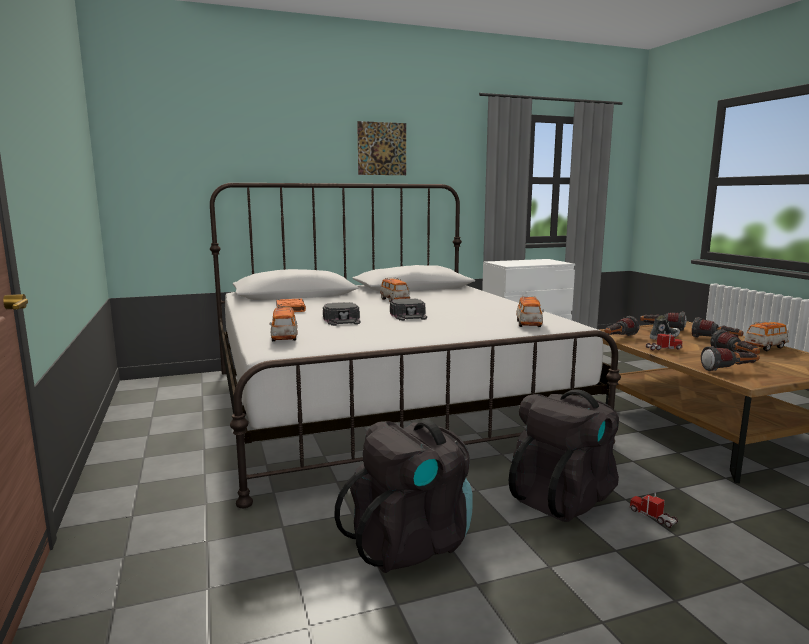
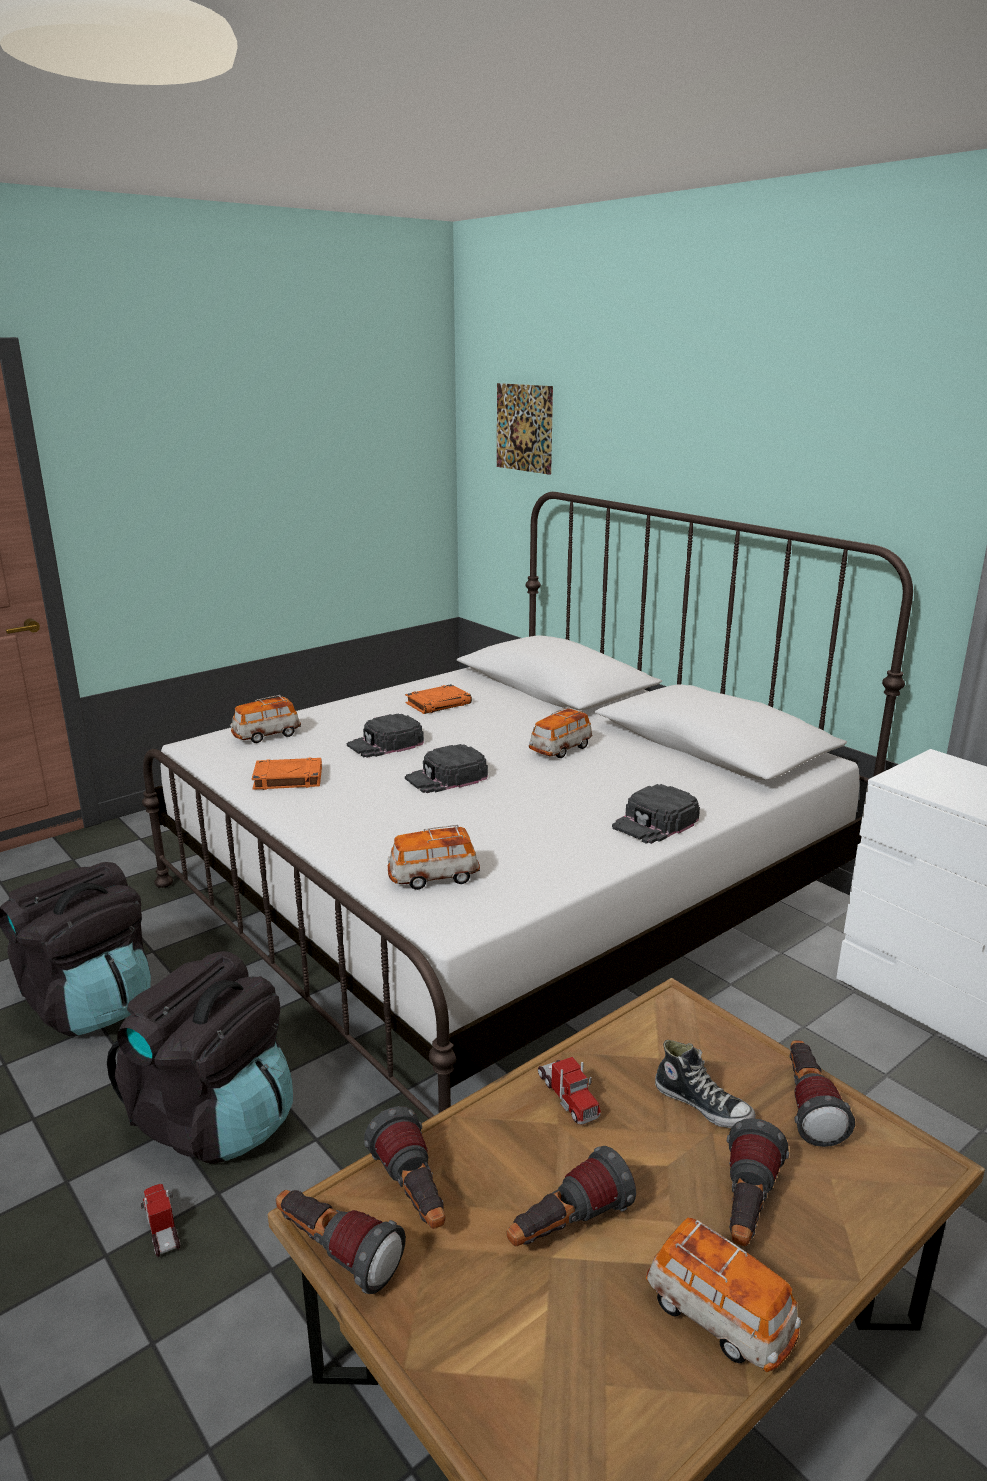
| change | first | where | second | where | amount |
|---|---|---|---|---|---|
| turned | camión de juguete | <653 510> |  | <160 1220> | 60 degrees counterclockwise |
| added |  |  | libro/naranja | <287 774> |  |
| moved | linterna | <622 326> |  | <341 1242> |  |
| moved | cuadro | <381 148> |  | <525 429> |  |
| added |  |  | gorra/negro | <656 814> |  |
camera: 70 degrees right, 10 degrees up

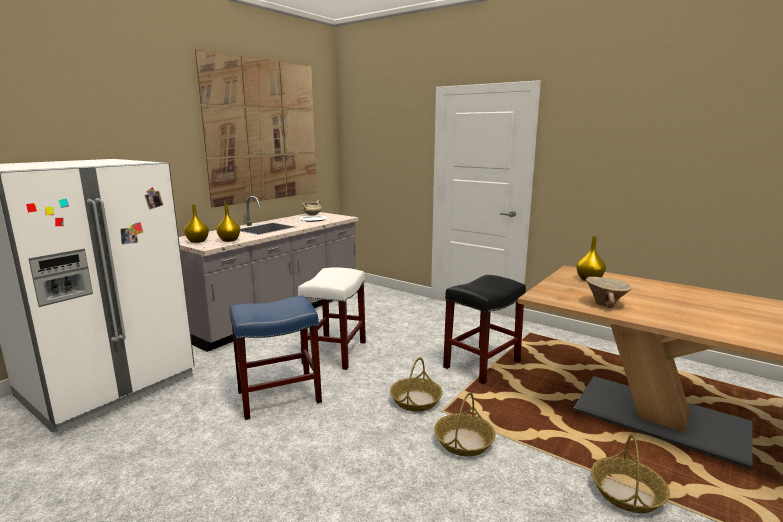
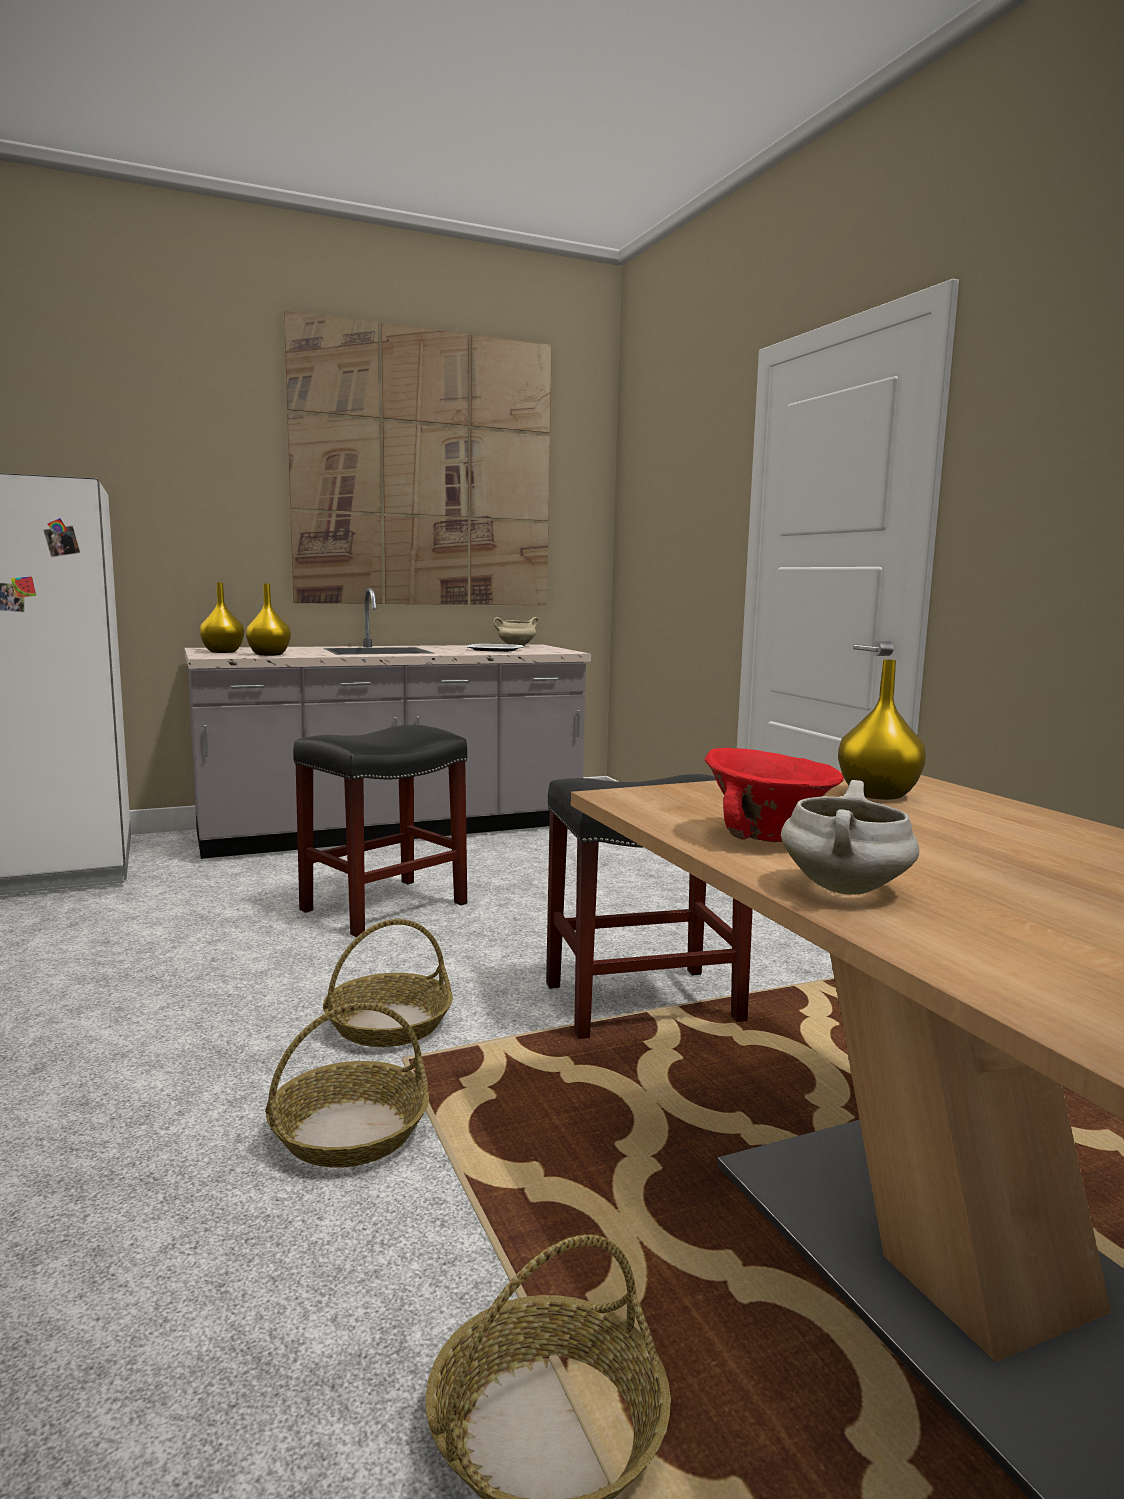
| change | first | where | second | where | amount |
|---|---|---|---|---|---|
| recoloured | taburete/blanco | <332 318> | taburete/negro | <380 831> |  |
| recoloured | cuenco/beis | <609 292> | cuenco/rojo | <774 795> |  |
| added |  |  | olla/blanco | <850 837> |  |
| removed | taburete/azul | <275 358> |  |  |  |
camera: 30 degrees right, 5 degrees down

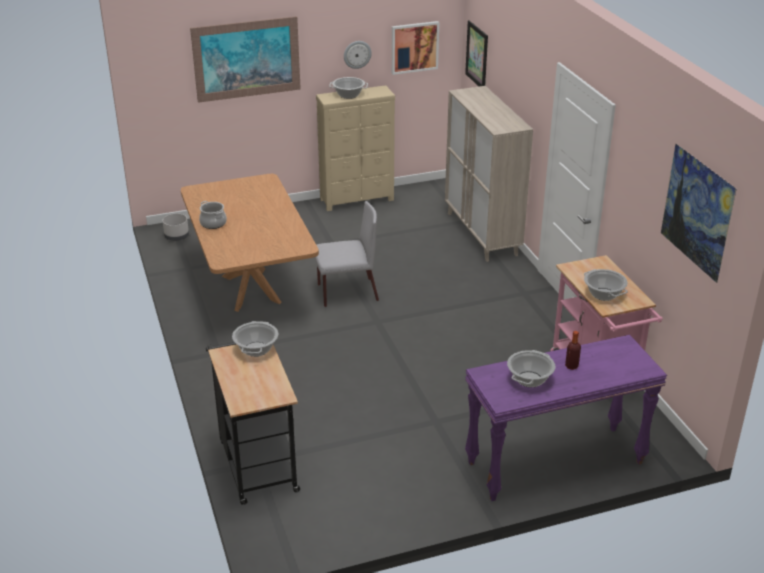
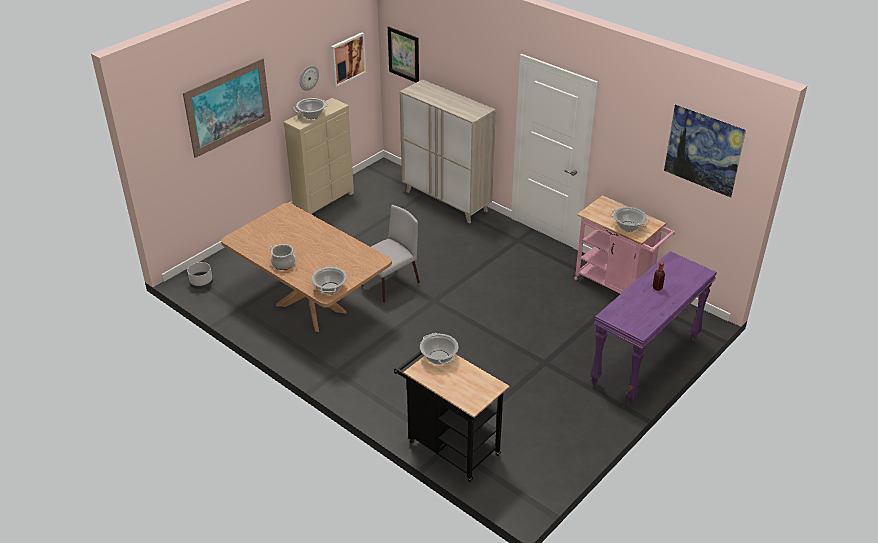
| change | first | where | second | where | amount |
|---|---|---|---|---|---|
| moved | olla | <531 368> |  | <329 280> |  |
camera: 30 degrees left, 5 degrees up

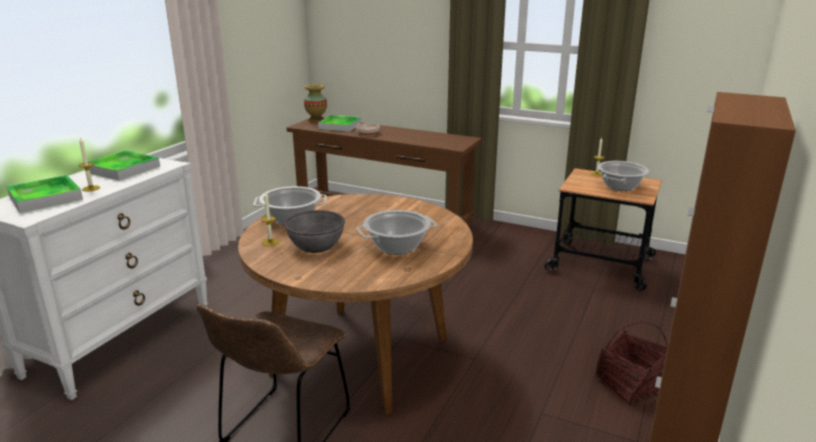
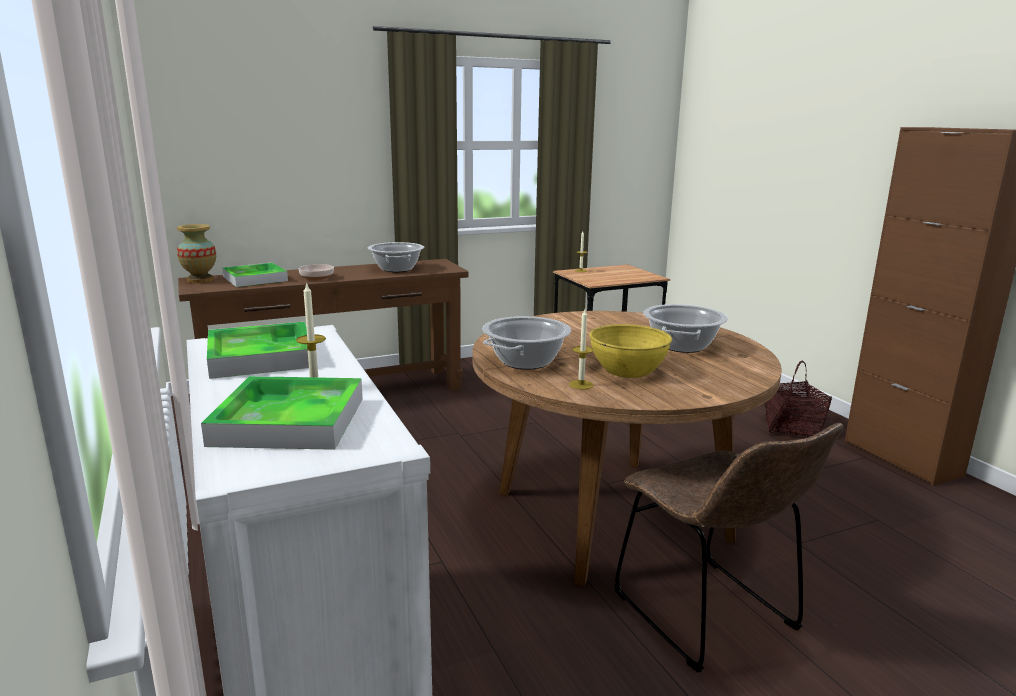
| change | first | where | second | where | amount |
|---|---|---|---|---|---|
| moved | olla | <623 176> |  | <396 257> |  |
| recoloured | cuenco/gris | <314 231> | cuenco/amarillo | <630 351> |  |
camera: 50 degrees left, 5 degrees down

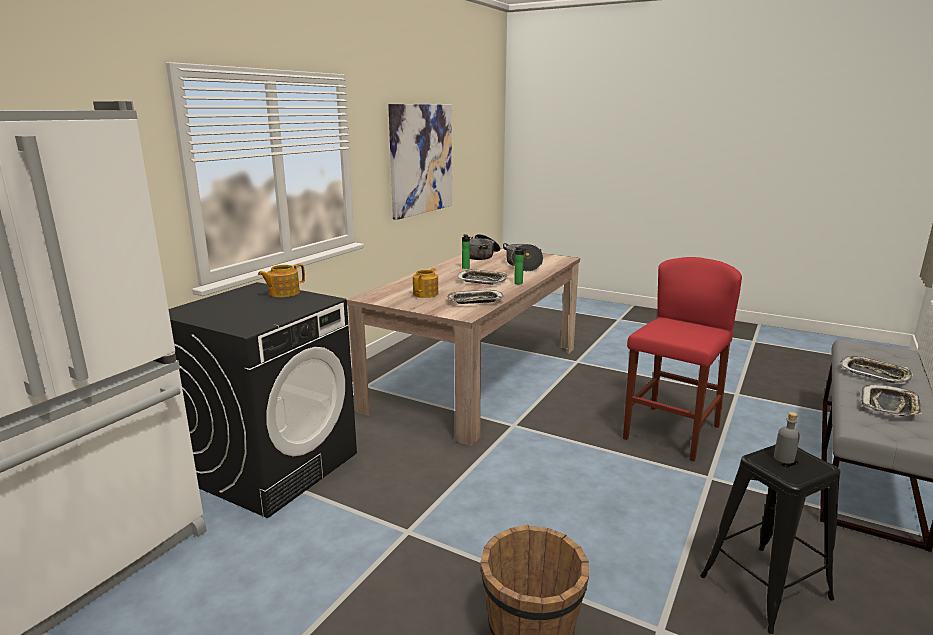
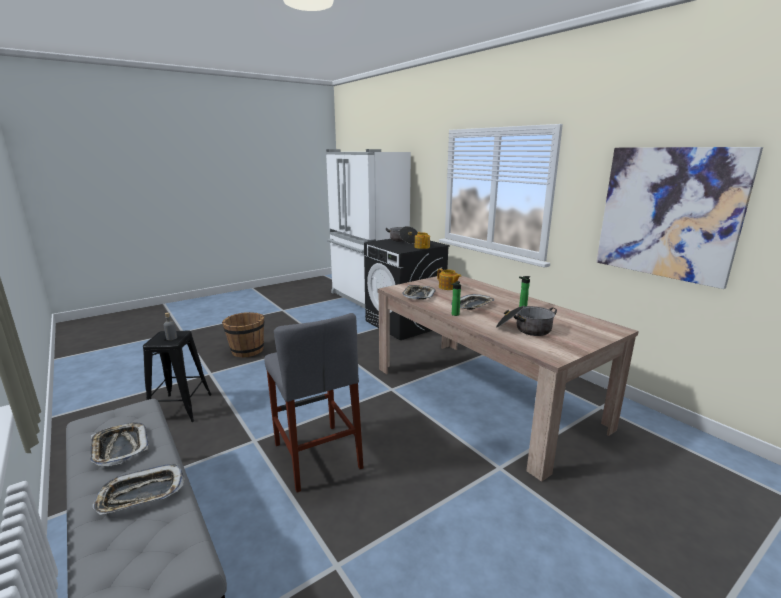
| change | first | where | second | where | amount |
|---|---|---|---|---|---|
| recoloured | taburete/rojo | <682 359> | taburete/gris | <314 403> |  |
| moved | olla | <484 247> |  | <402 235> |  |
camera: 115 degrees right, 0 degrees up

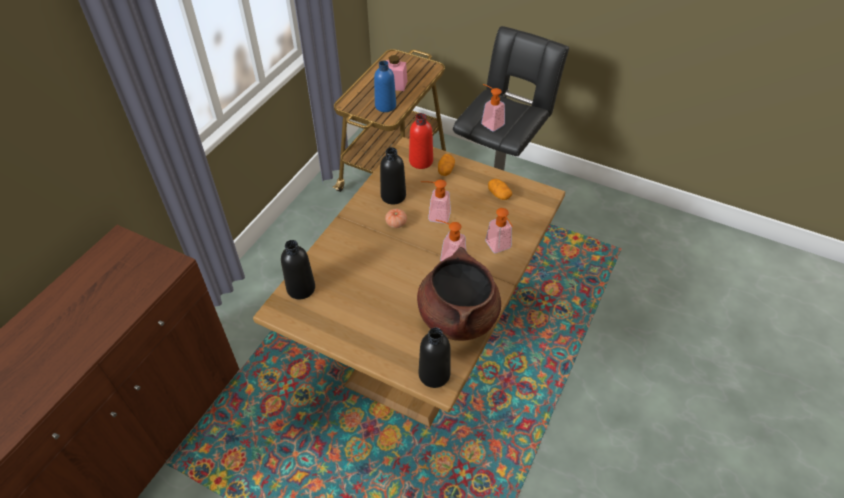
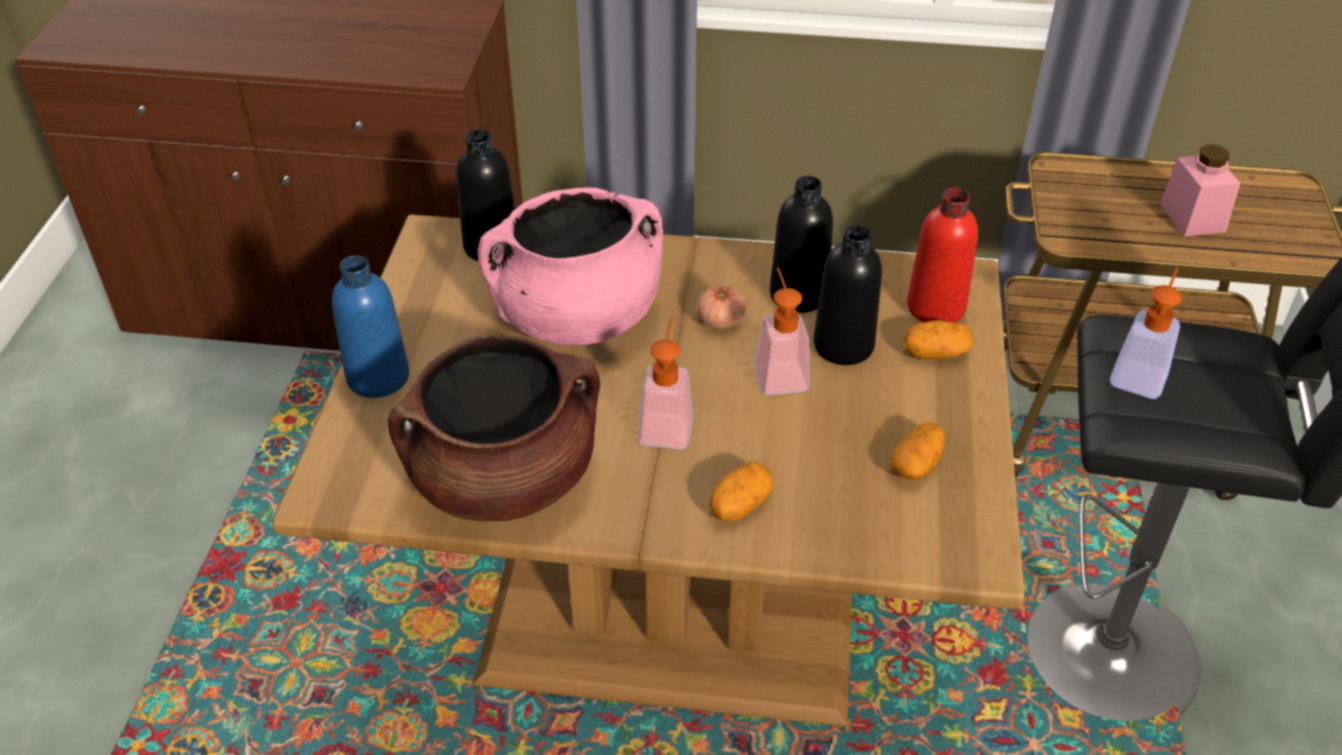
| change | first | where | second | where | amount |
|---|---|---|---|---|---|
| moved | botella/azul | <385 86> |  | <370 326> |  |
| added |  |  | olla/rosa | <570 266> |  |
| replaced | dispensador de jabón | <499 230> | patata | <741 491> |  |
| moved | botella/negro | <435 357> |  | <847 295> |  |
camera: 70 degrees right, 5 degrees down

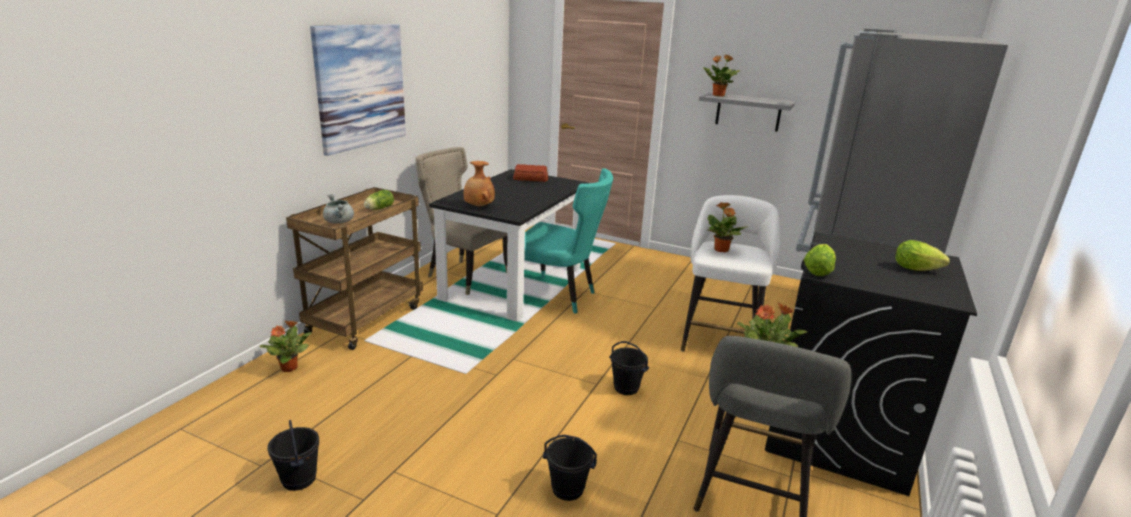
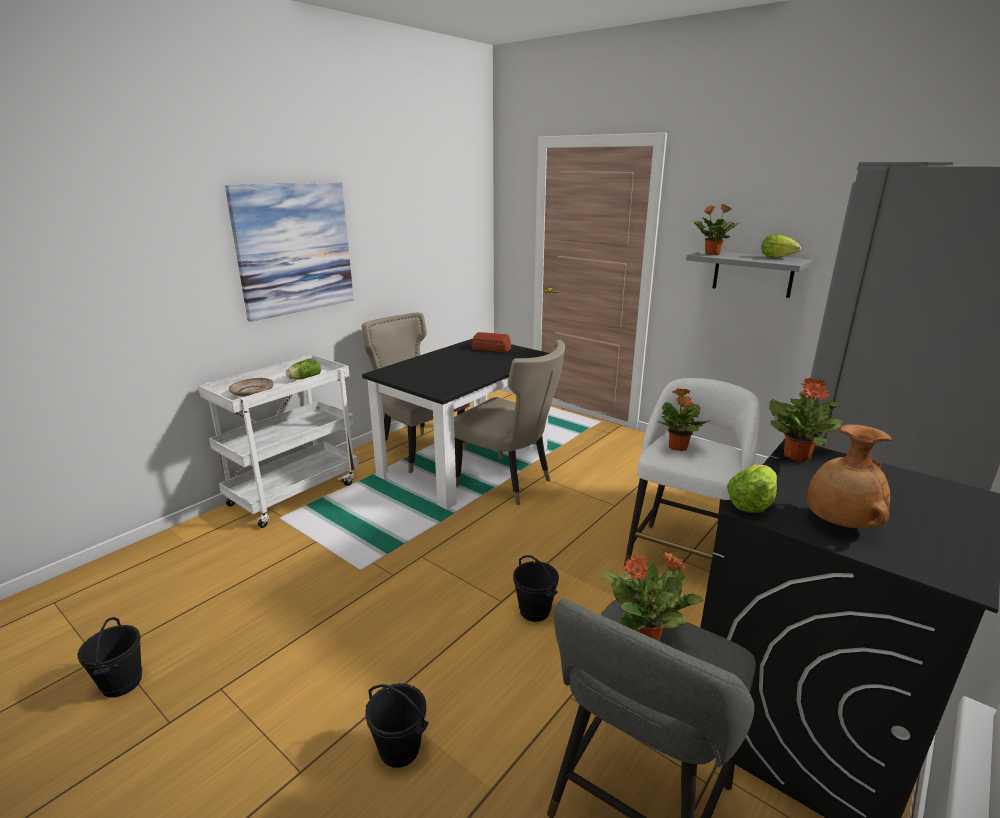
| change | first | where | second | where | amount |
|---|---|---|---|---|---|
| recoloured | carrito/marrón | <354 268> | carrito/blanco | <278 441> |  |
| replaced | olla/gris | <338 209> | plato/beis | <251 387> |  |
| recoloured | silla/turquesa | <568 241> | silla/beis | <509 422> |  |
| moved | lechuga | <922 255> |  | <781 246> |  |
| moved | planta en maceta | <285 346> |  | <805 420> |  |
| moved | florero/marrón | <479 184> |  | <849 476> |  |
camera: 15 degrees right, 0 degrees up

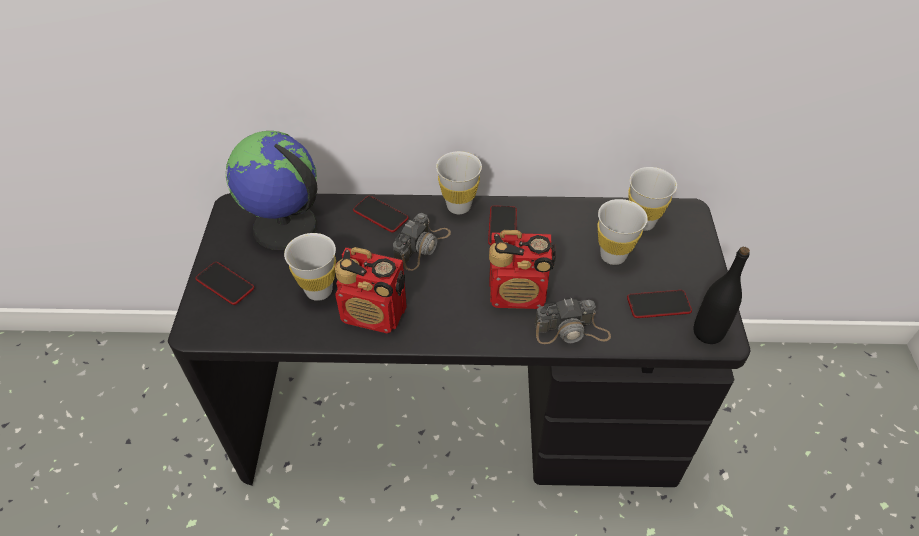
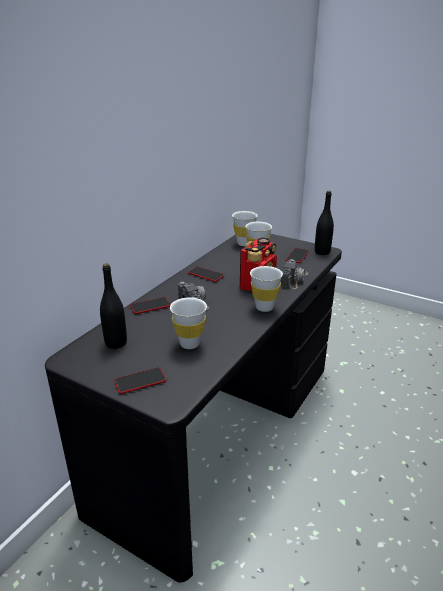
| change | first | where | second | where | amount |
|---|---|---|---|---|---|
| replaced | globo terráqueo | <272 190> | botella/negro | <113 306> |  |
| moved | taza/blanco | <459 182> |  | <266 289> |  |
| removed | radio | <371 290> |  |  |  |
camera: 60 degrees left, 20 degrees down

